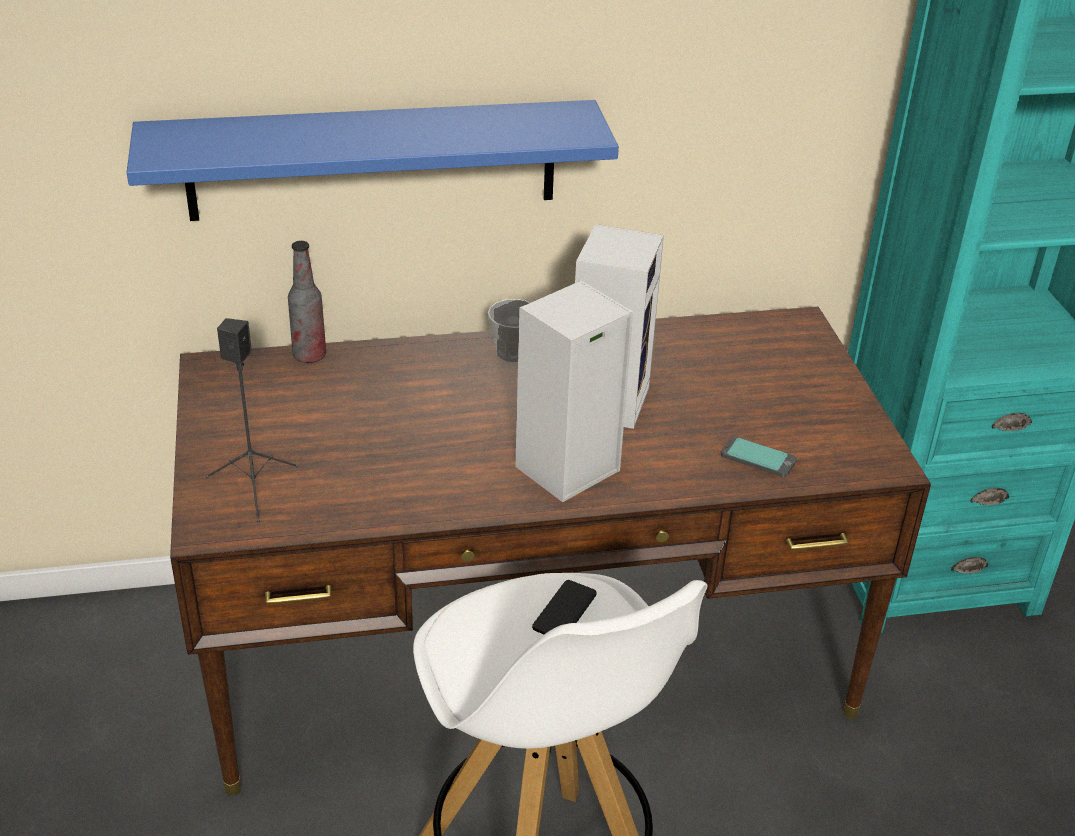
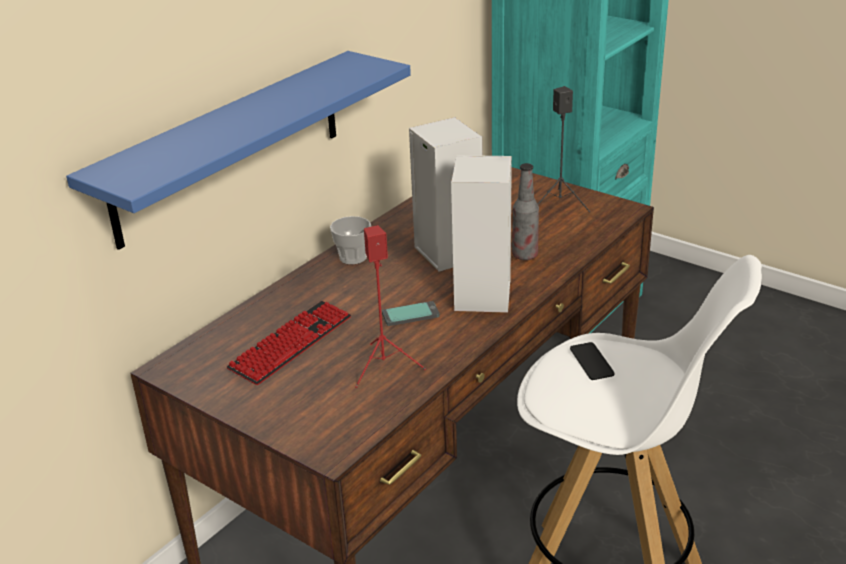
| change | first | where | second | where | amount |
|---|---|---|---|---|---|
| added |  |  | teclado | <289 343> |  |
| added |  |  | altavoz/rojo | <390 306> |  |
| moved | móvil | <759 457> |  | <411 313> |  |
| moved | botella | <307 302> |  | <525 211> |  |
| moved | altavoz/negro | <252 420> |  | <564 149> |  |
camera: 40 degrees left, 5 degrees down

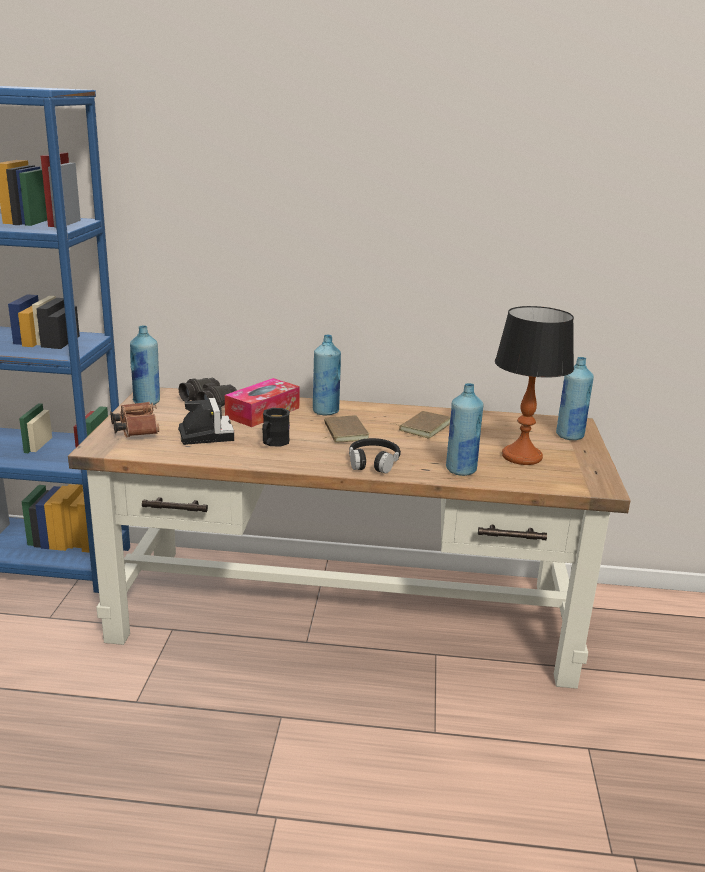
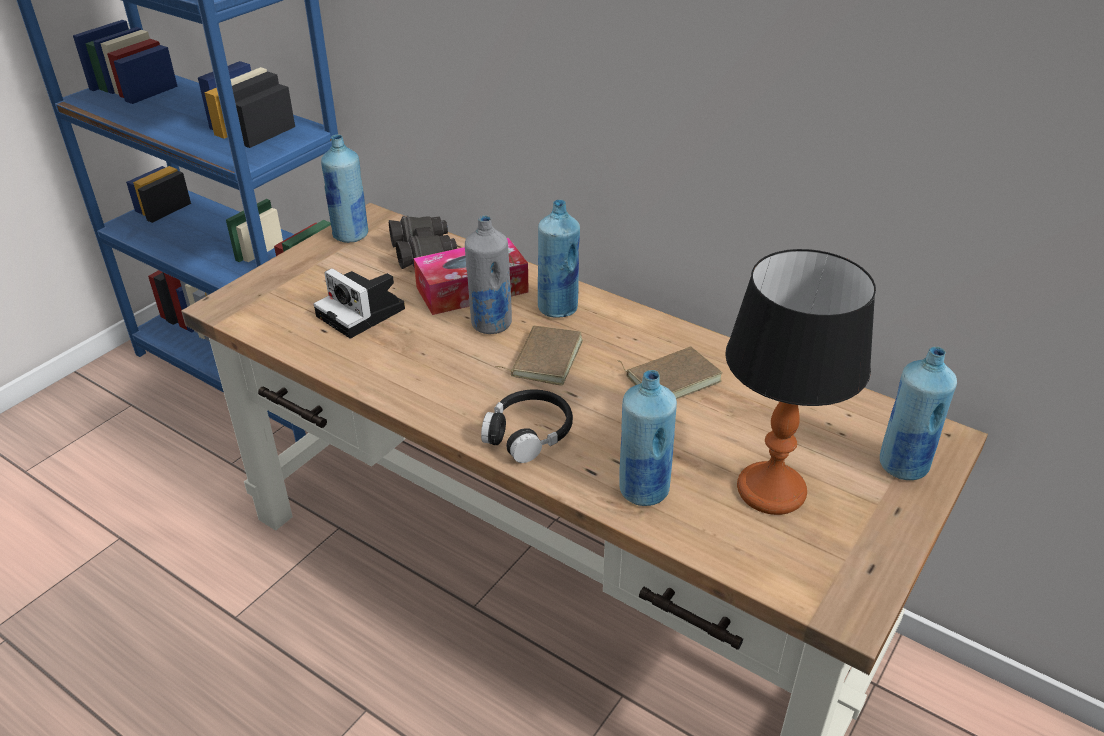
| change | first | where | second | where | amount |
|---|---|---|---|---|---|
| turned | cámara | <206 421> |  | <359 303> | 120 degrees clockwise |
| added |  |  | botella/gris | <488 274> |  |
| removed | prismáticos/marrón | <135 420> |  |  |  |
| removed | taza grande/negro | <276 427> |  |  |  |
camera: 30 degrees right, 15 degrees up

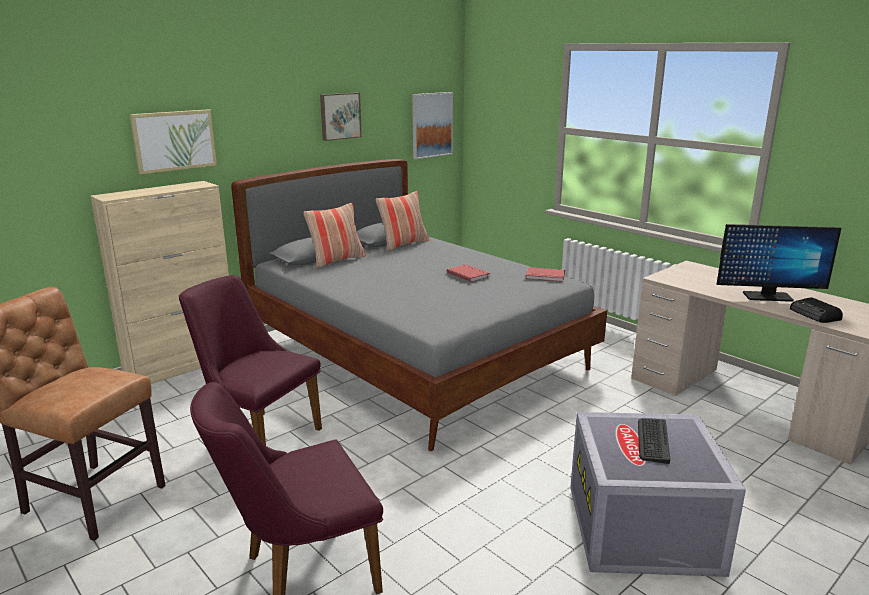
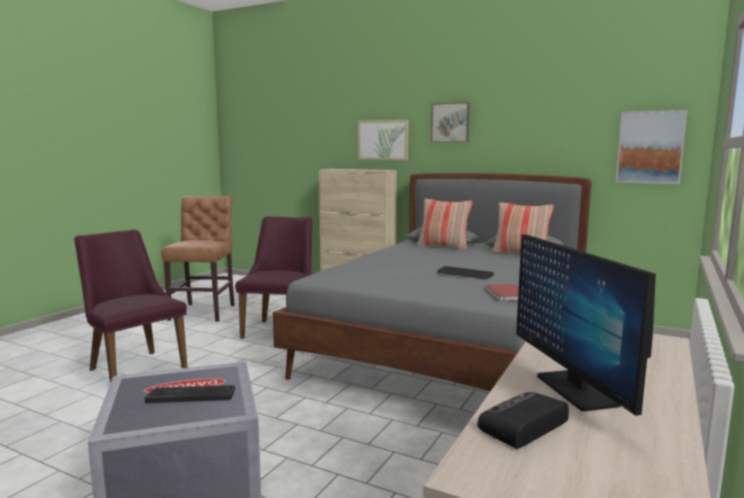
| change | first | where | second | where | amount |
|---|---|---|---|---|---|
| moved | cuadro | <341 117> |  | <450 122> |  |
| replaced | libro/rojo | <468 273> | teclado | <465 272> |  |
camera: 70 degrees right, 10 degrees down

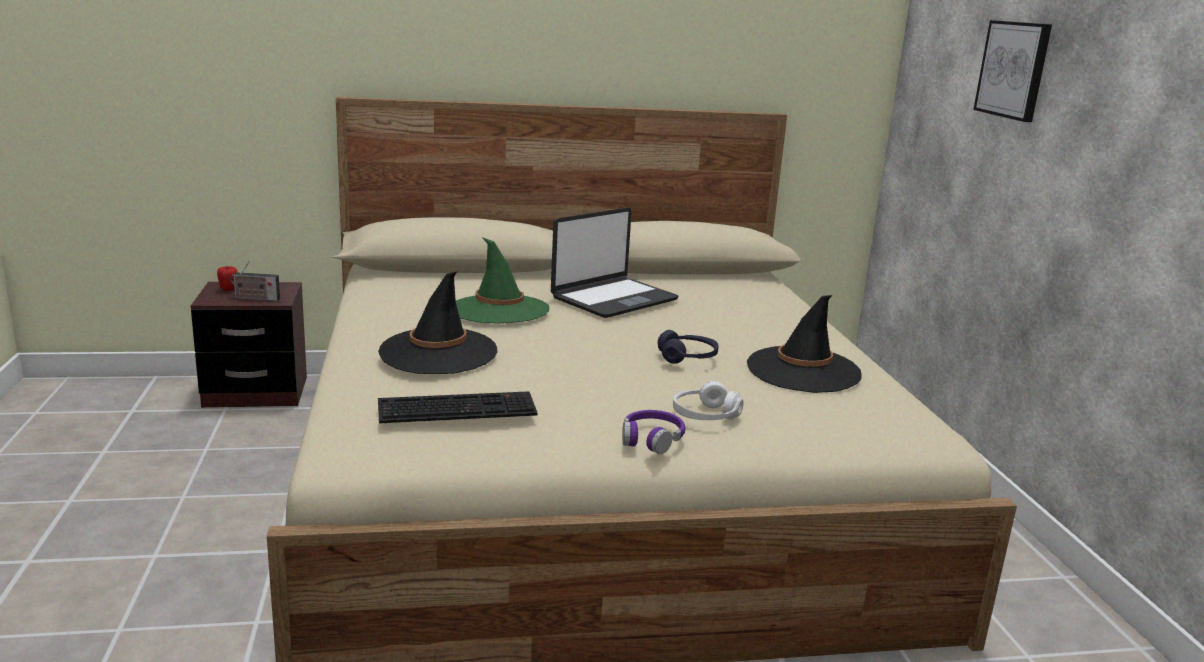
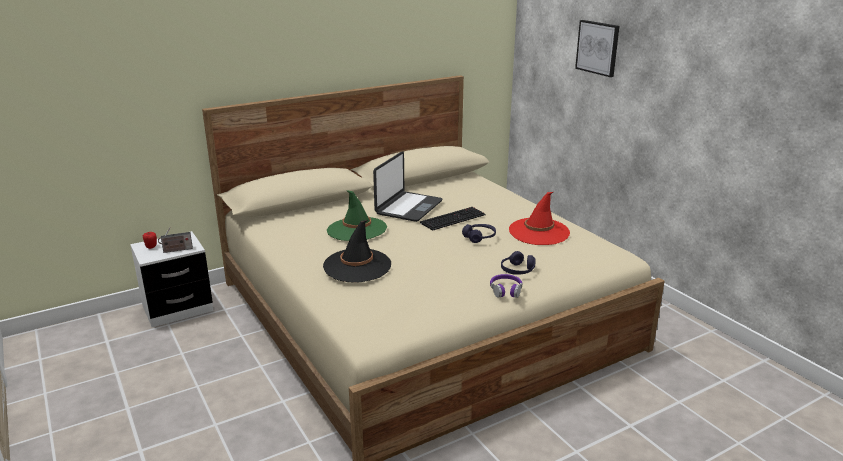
| change | first | where | second | where | amount |
|---|---|---|---|---|---|
| recoloured | mesita de noche/marrón | <249 345> | mesita de noche/blanco | <171 279> |  |
| moved | teclado | <458 407> |  | <453 219> |  |
| recoloured | auriculares/blanco | <708 400> | auriculares/morado | <518 263> |  |
| recoloured | sombrero/negro | <804 344> | sombrero/rojo | <539 218> |  |
camera: 20 degrees left, 5 degrees up

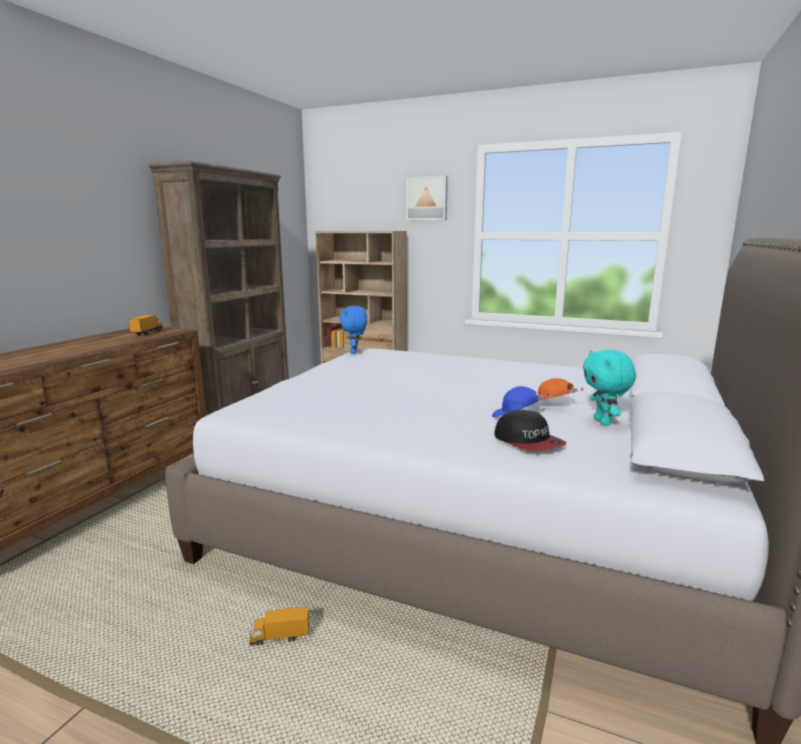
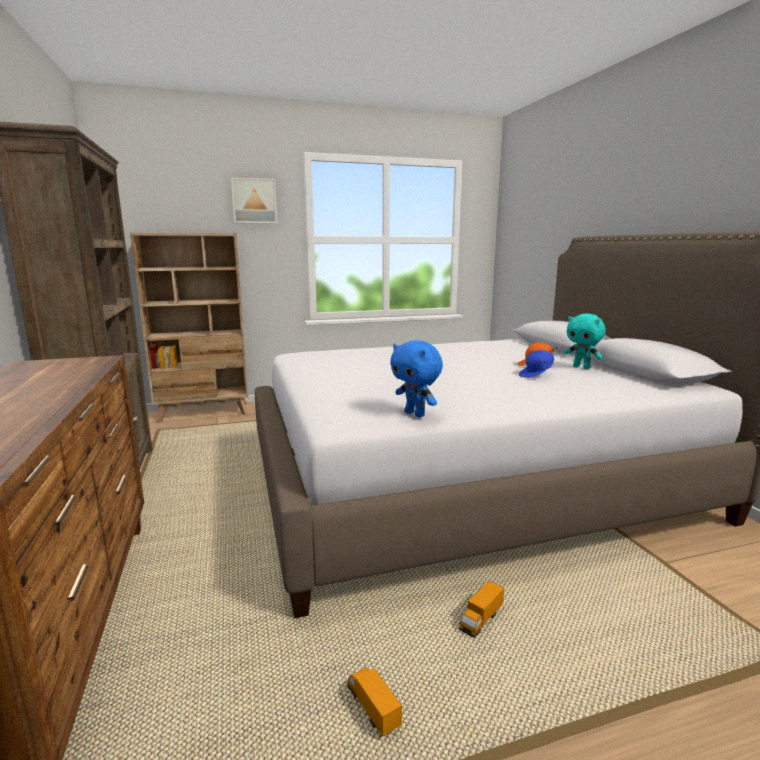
| change | first | where | second | where | amount |
|---|---|---|---|---|---|
| moved | camión de juguete | <146 325> |  | <374 702> |  |
| moved | peluche/azul | <353 330> |  | <416 378> |  |
| removed | gorra | <530 430> |  |  |  |
camera: 40 degrees left, 0 degrees up

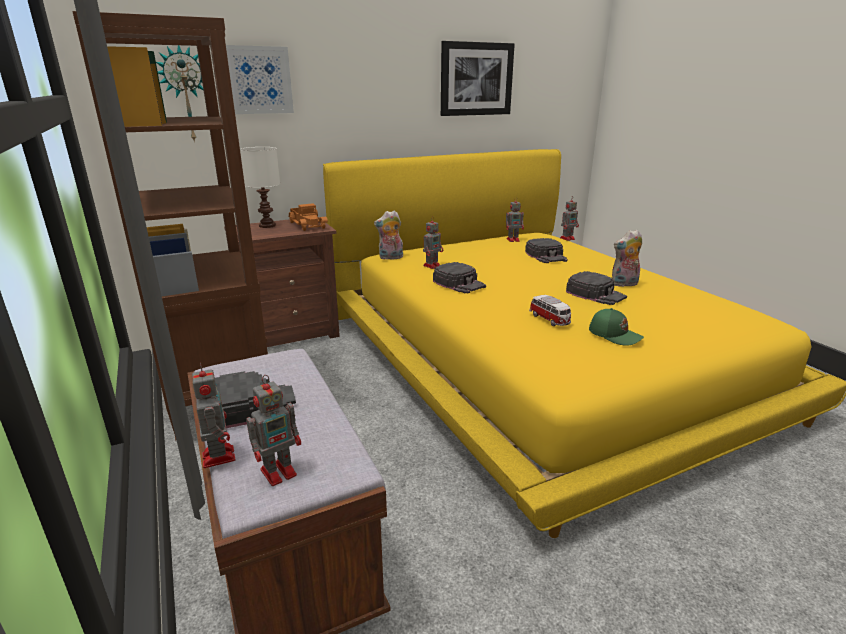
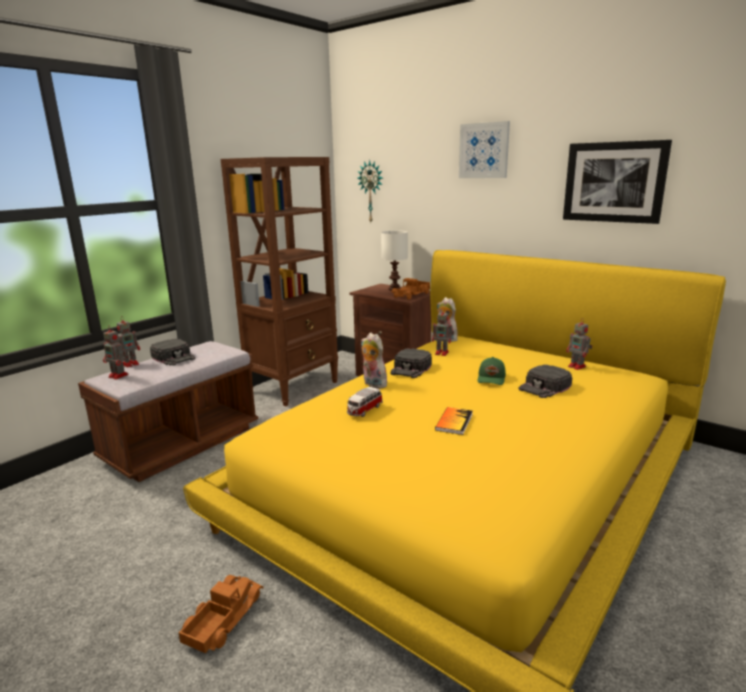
| change | first | where | second | where | amount |
|---|---|---|---|---|---|
| added |  |  | camión de juguete | <220 614> |  |
| moved | peluche | <627 258> |  | <374 360> |  |
| replaced | gorra/negro | <596 288> | libro | <454 421> |  |
| moved | cuadro | <260 79> |  | <484 149> |  |
| moved | gorra/verde | <616 327> |  | <491 371> |  |
| removed | robot de juguete | <569 218> |  |  |  |
camera: 65 degrees right, 5 degrees down

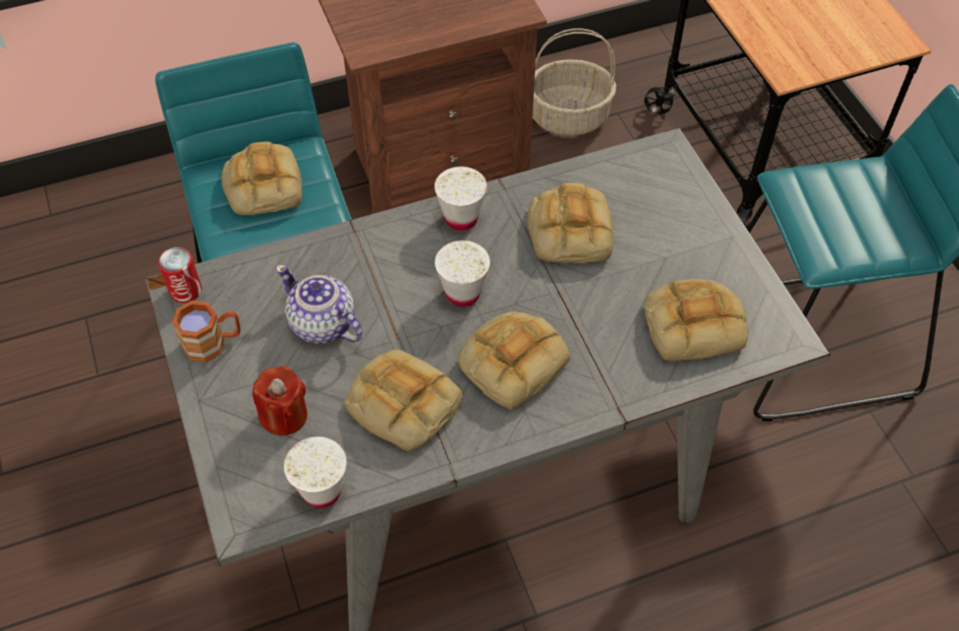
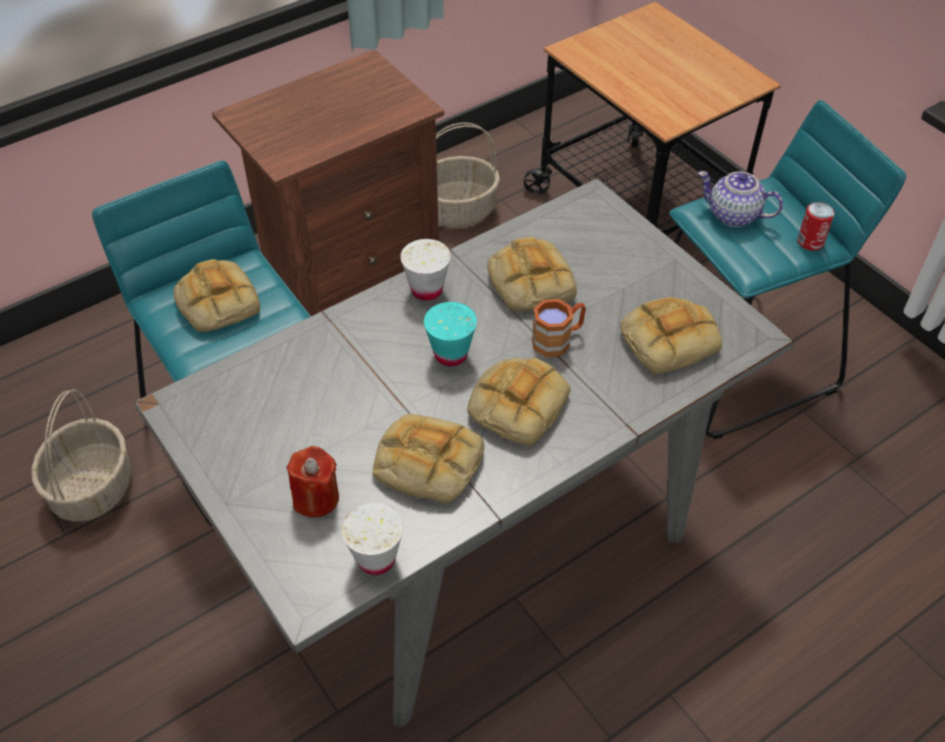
| change | first | where | second | where | amount |
|---|---|---|---|---|---|
| added |  |  | cesta | <81 455> |  |
| recoloured | taza/blanco | <462 273> | taza/turquesa | <450 334> |  |
| moved | taza grande/marrón | <206 332> |  | <559 328> |  |
| moved | tetera | <319 304> |  | <740 199> |  |
| moved | lata | <180 275> |  | <816 226> |  |
camera: 15 degrees left, 5 degrees down

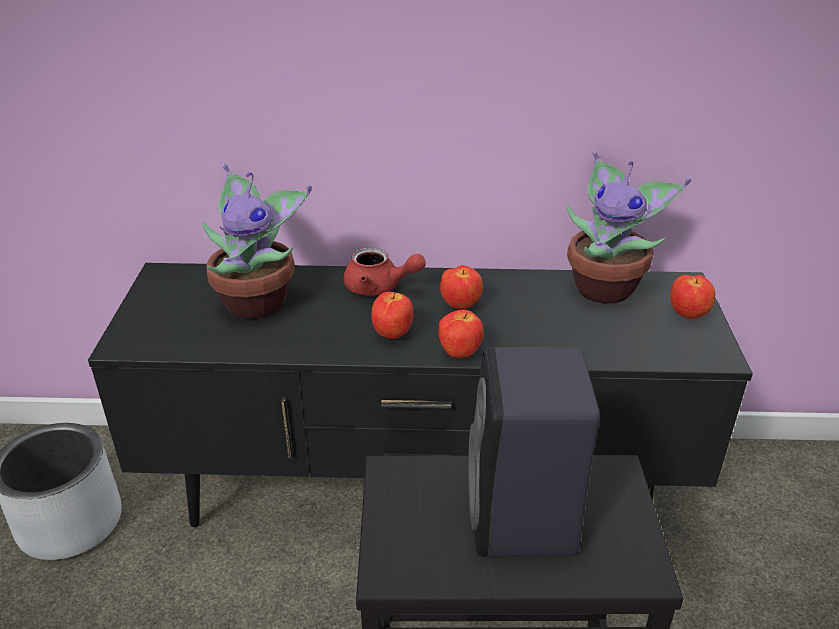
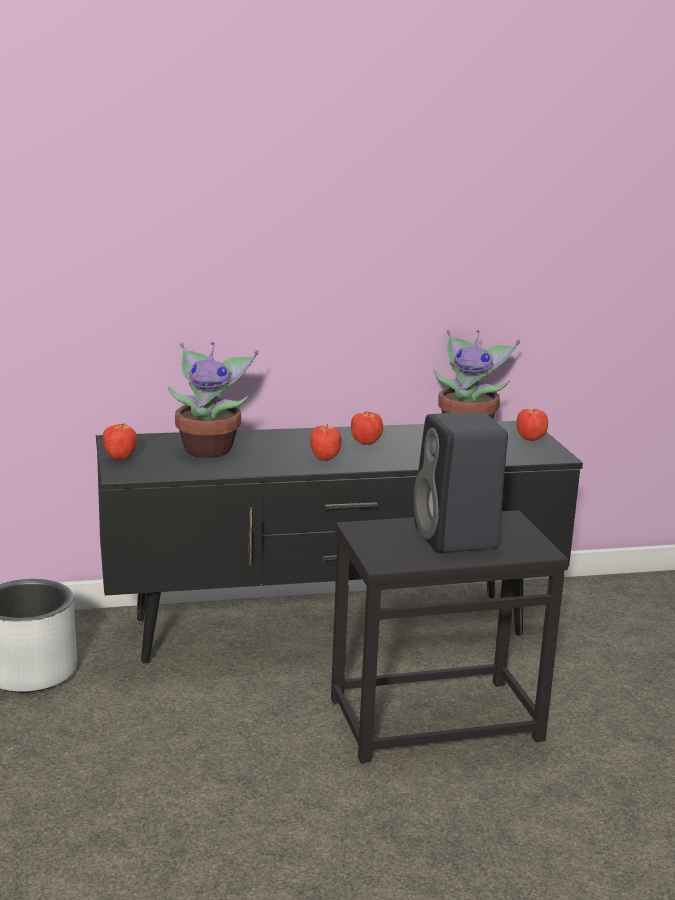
| change | first | where | second | where | amount |
|---|---|---|---|---|---|
| moved | manzana | <461 334> |  | <120 441> |  |
| removed | tetera/rojo | <385 271> |  |  |  |
camera: 15 degrees left, 15 degrees down

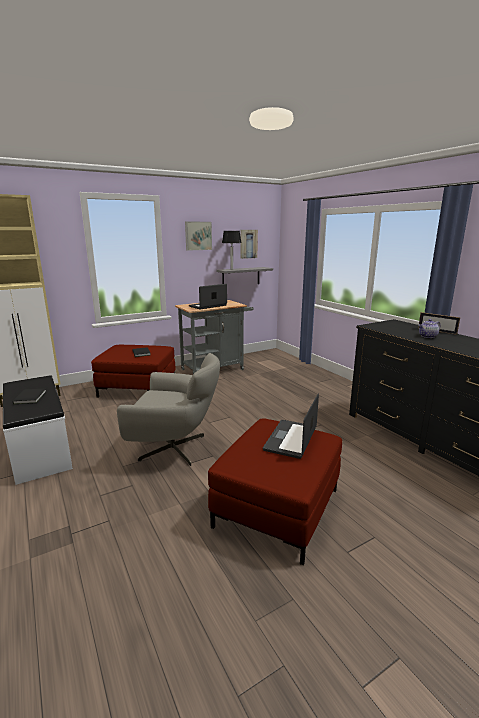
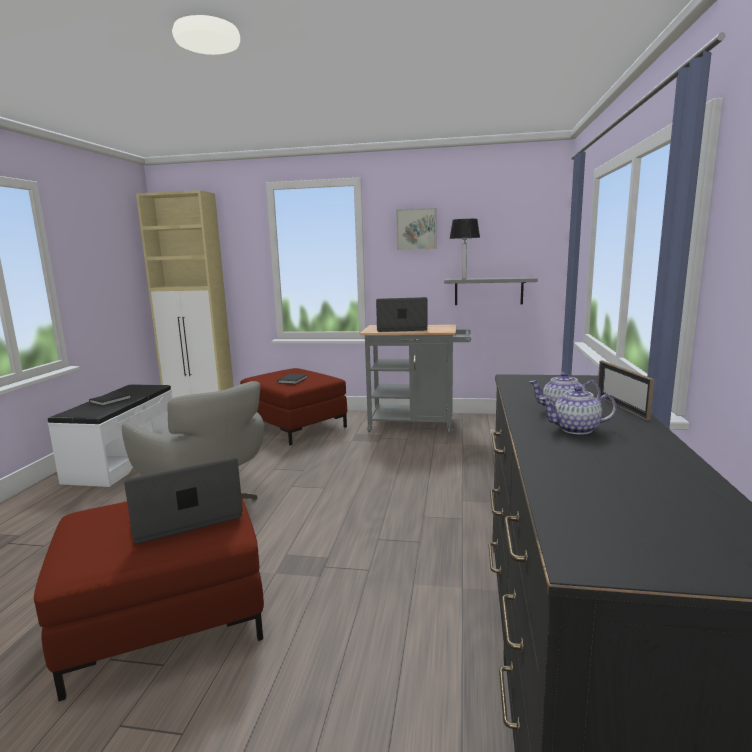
| change | first | where | second | where | amount |
|---|---|---|---|---|---|
| added |  |  | tetera | <578 410> |  |
| removed | cuadro | <249 244> |  |  |  |
camera: 40 degrees right, 5 degrees down

